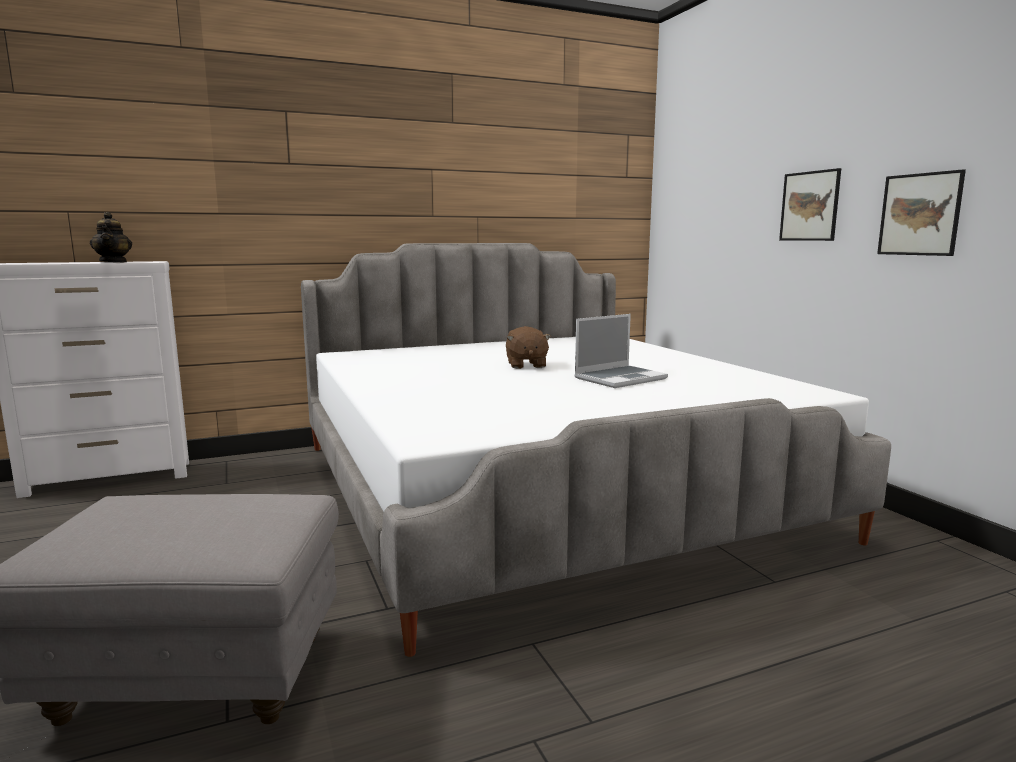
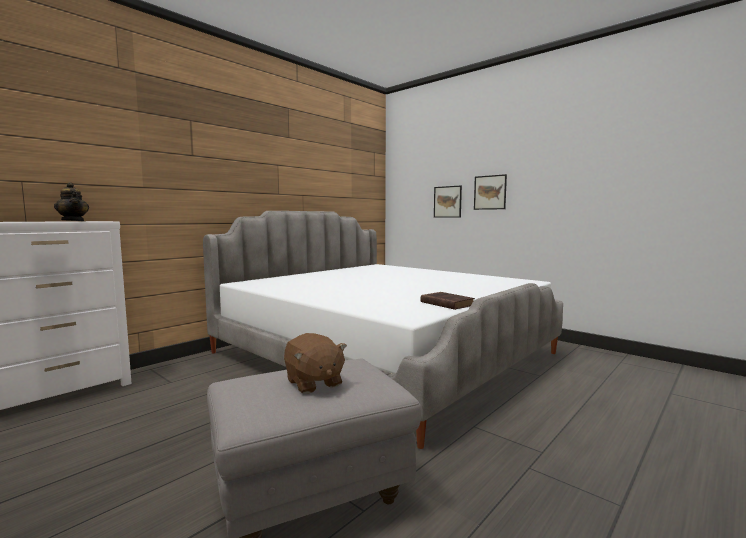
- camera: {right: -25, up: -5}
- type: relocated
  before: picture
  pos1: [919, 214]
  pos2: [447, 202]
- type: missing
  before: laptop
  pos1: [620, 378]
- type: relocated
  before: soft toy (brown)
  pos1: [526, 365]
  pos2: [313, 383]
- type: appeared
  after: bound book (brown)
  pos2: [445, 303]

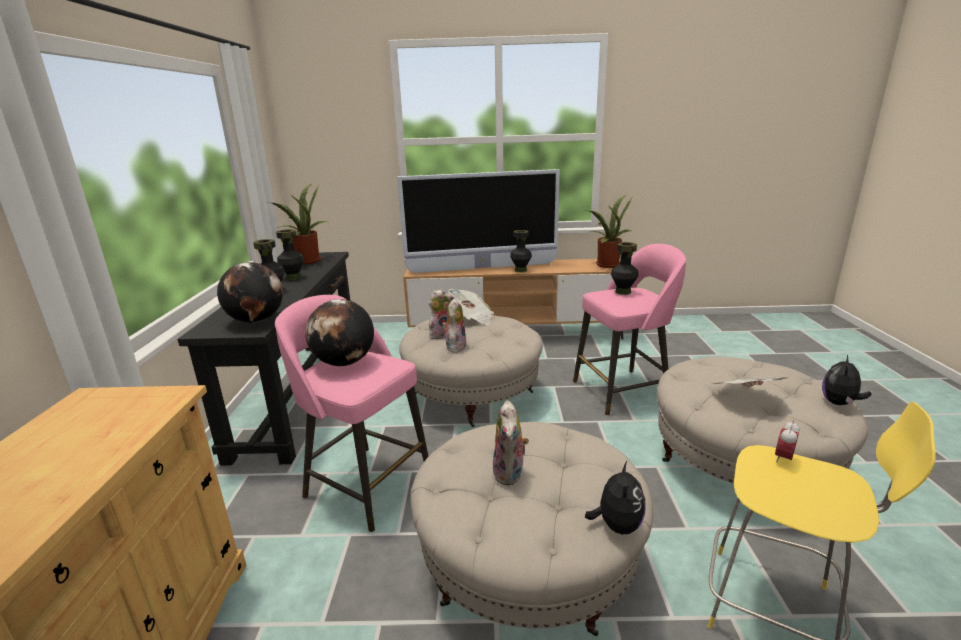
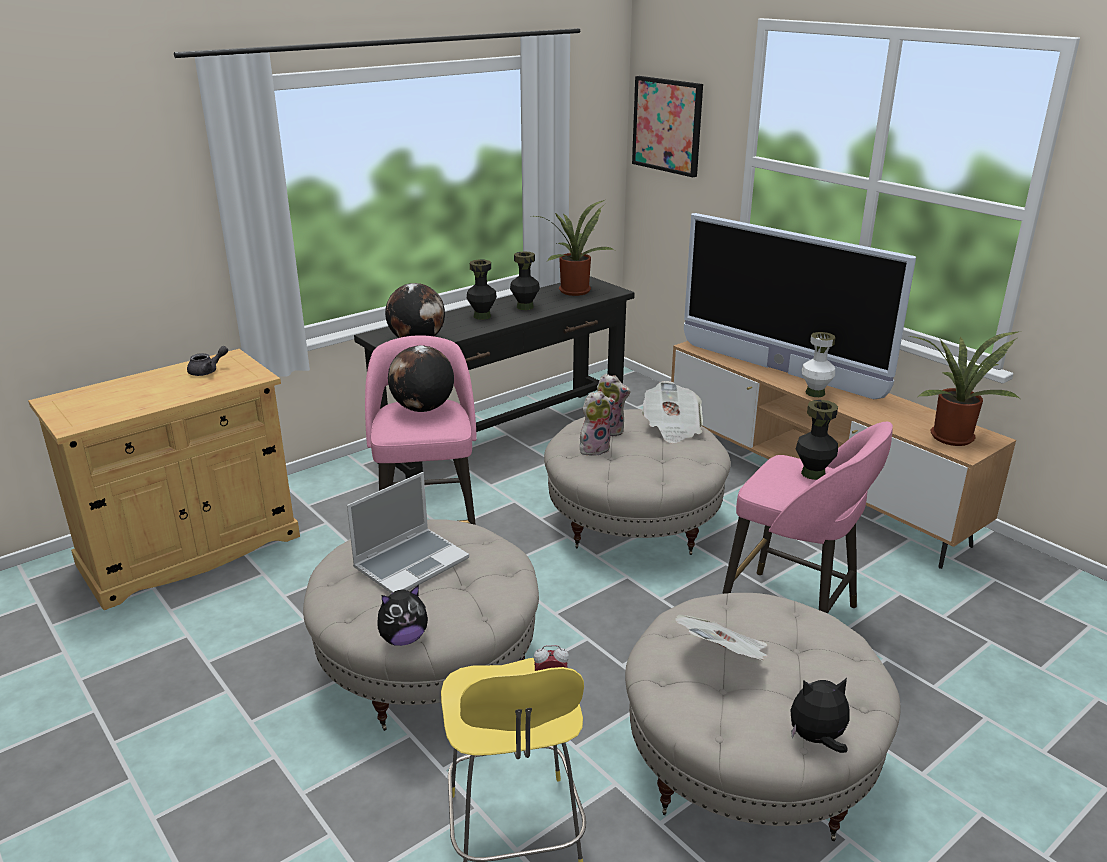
- camera: {right: 50, up: 5}
- type: colour
  before: decorative vase (blackish)
  after: decorative vase (white-coloured)
  pos1: [521, 270]
  pos2: [815, 393]
- type: exchanged
  before: soft toy
  after: laptop
  pos1: [510, 474]
  pos2: [411, 562]
- type: appeared
  after: picture
  pos2: [668, 125]
- type: appeared
  after: pot for tea (grey)
  pos2: [207, 371]

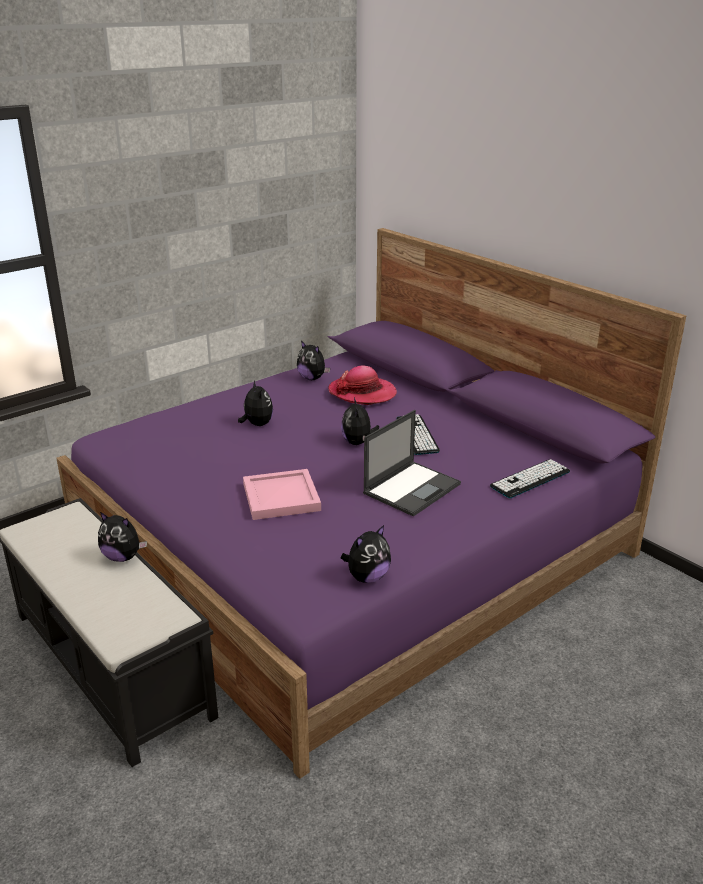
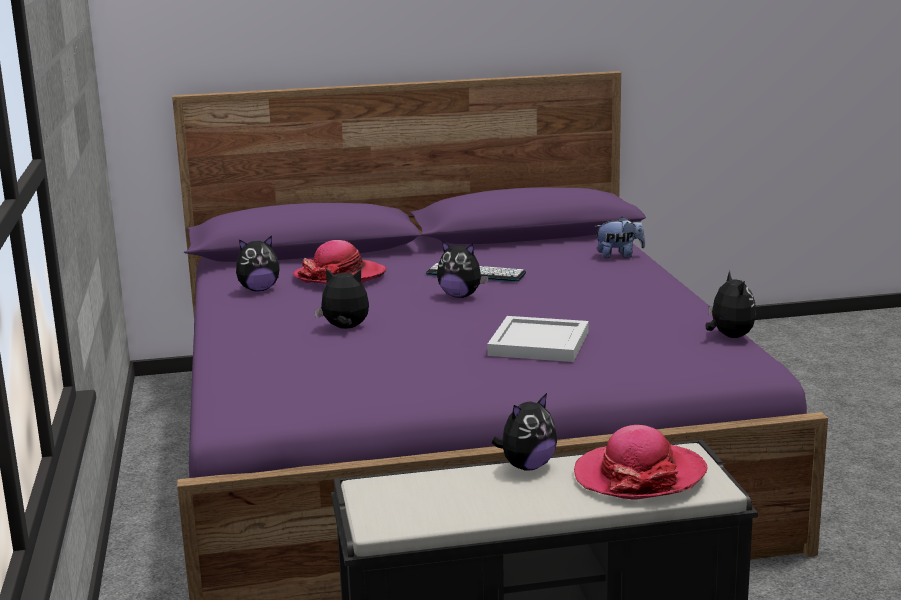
- camera: {right: -60, up: -10}
- type: missing
  before: laptop
  pos1: [412, 488]
- type: exchanged
  before: PC keyboard
  after: soft toy
  pos1: [530, 479]
  pos2: [619, 255]
- type: colour
  before: serving tray (pink-coloured)
  after: serving tray (white-coloured)
  pos1: [282, 496]
  pos2: [538, 343]
- type: appeared
  after: hat
  pos2: [639, 476]

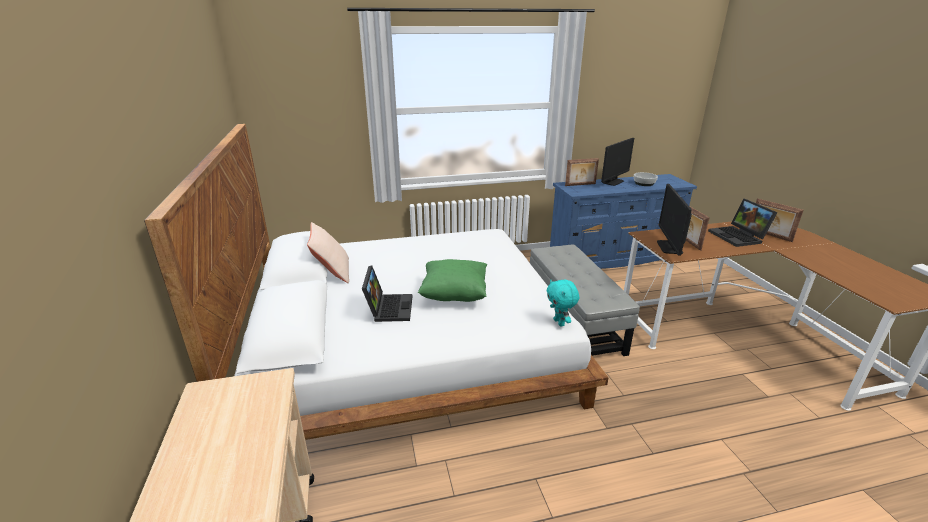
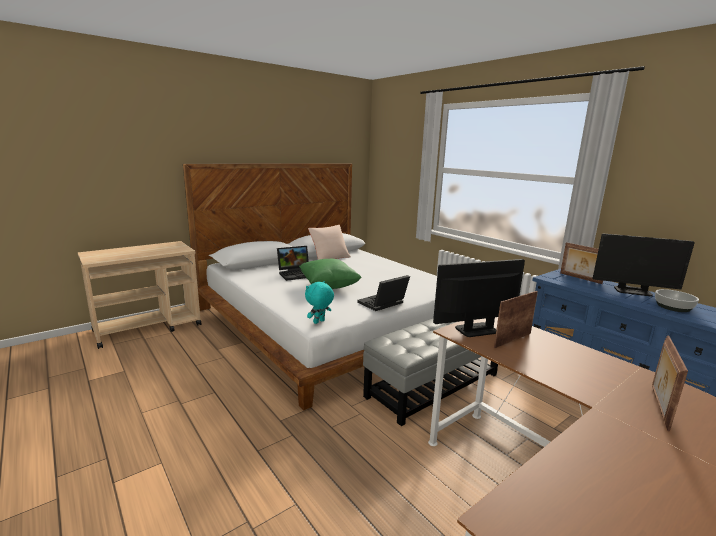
- camera: {right: 65, up: -10}
- type: relocated
  before: laptop
  pos1: [739, 237]
  pos2: [382, 304]

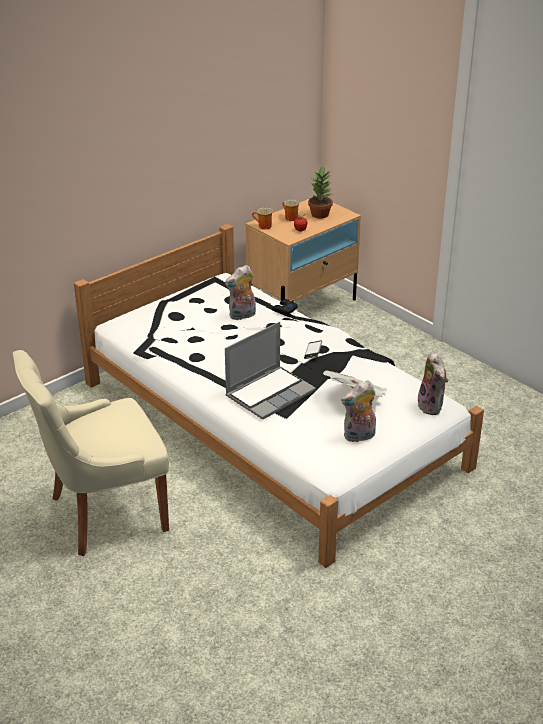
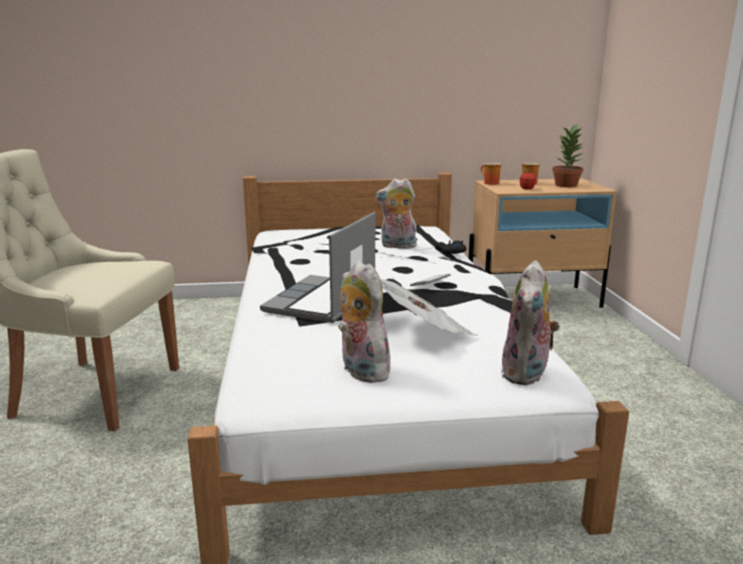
- camera: {right: 35, up: -15}
- type: spun
  before: laptop
  pos1: [270, 393]
  pos2: [322, 302]
  turn: 120
- type: spun
  before: soft toy
  pos1: [359, 436]
  pos2: [360, 371]
  turn: 45

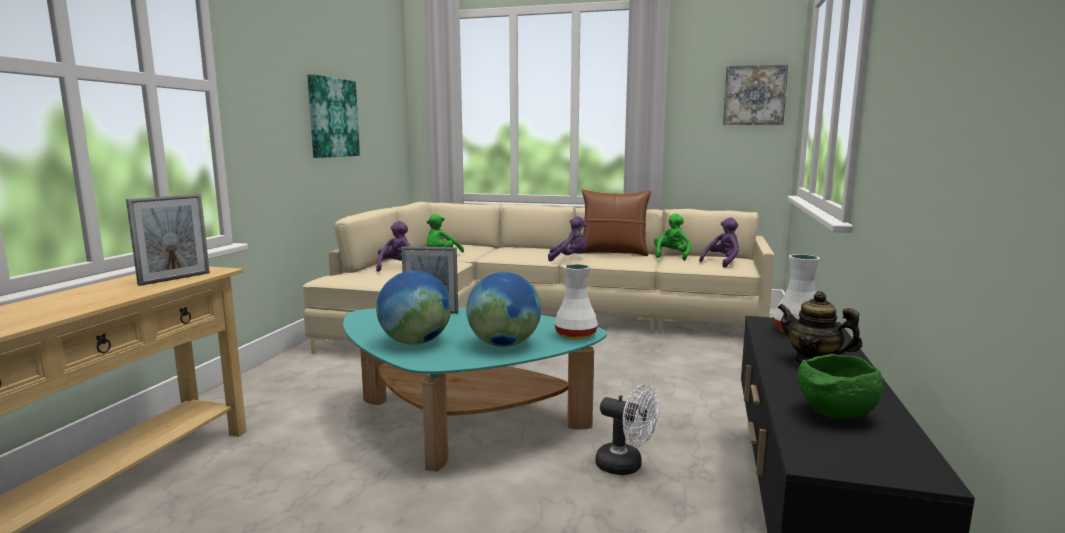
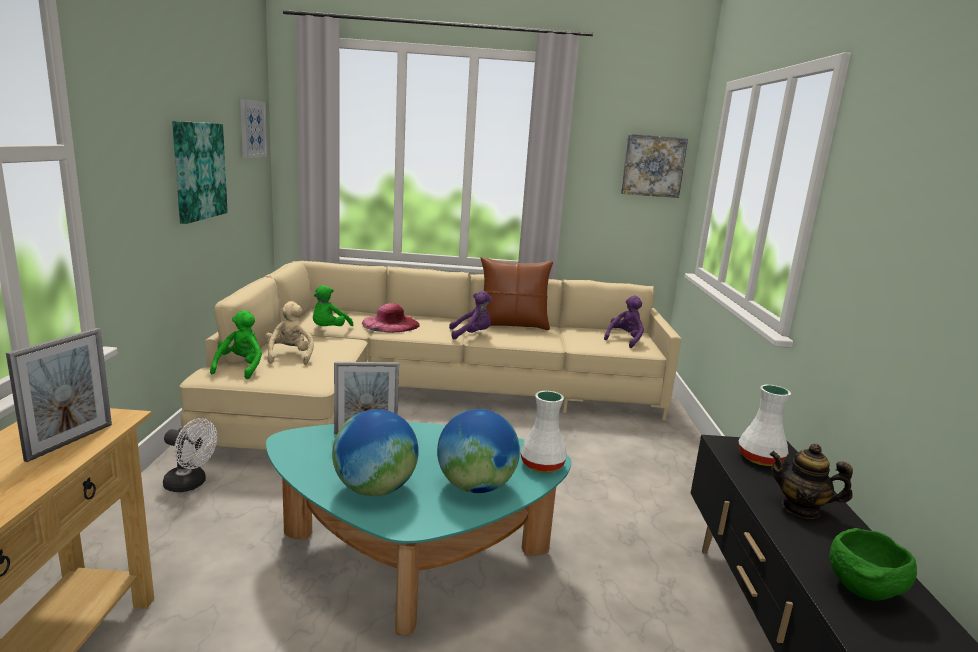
- camera: {right: -15, up: 5}
- type: relocated
  before: soft toy (green)
  pos1: [671, 256]
  pos2: [240, 368]
- type: colour
  before: soft toy (purple-coloured)
  after: soft toy (beige-coloured)
  pos1: [397, 269]
  pos2: [290, 356]
- type: relocated
  before: fan (white-coloured)
  pos1: [626, 466]
  pos2: [190, 484]
- type: appeared
  after: picture
  pos2: [252, 129]
- type: appeared
  after: hat (pink-coloured)
  pos2: [390, 323]

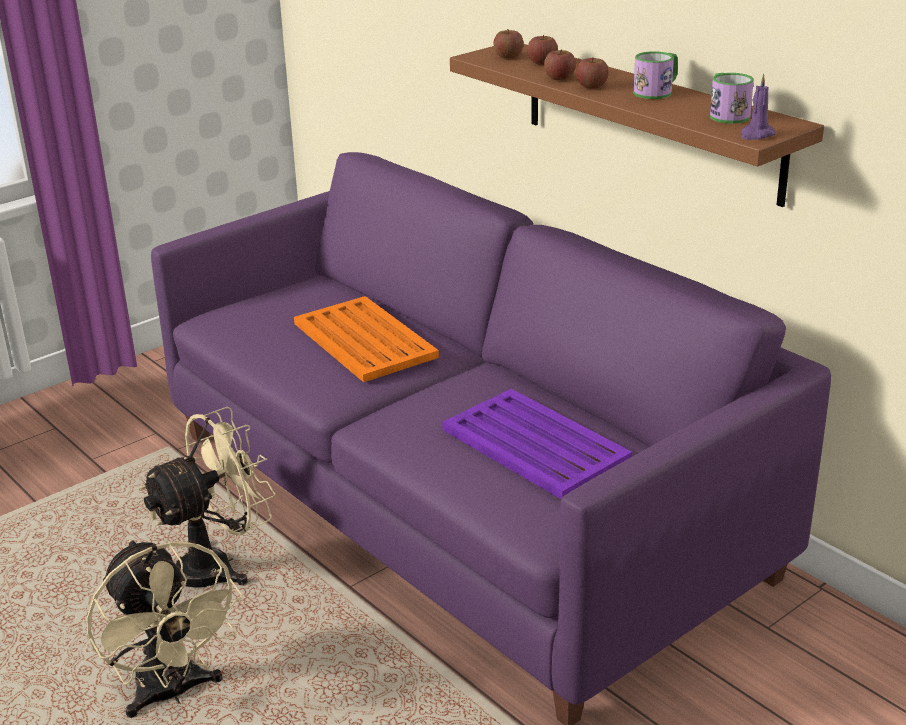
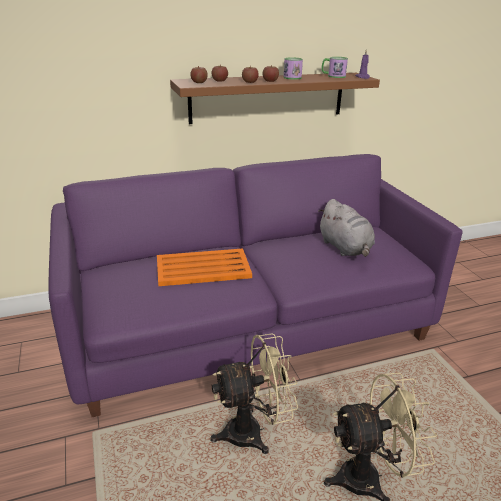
- camera: {right: -70, up: 0}
- type: exchanged
  before: serving tray (purple-coloured)
  after: soft toy (grey)
  pos1: [535, 445]
  pos2: [345, 248]
- type: spun
  before: fan (beige-coloured)
  pos1: [218, 567]
  pos2: [253, 432]
  turn: 90

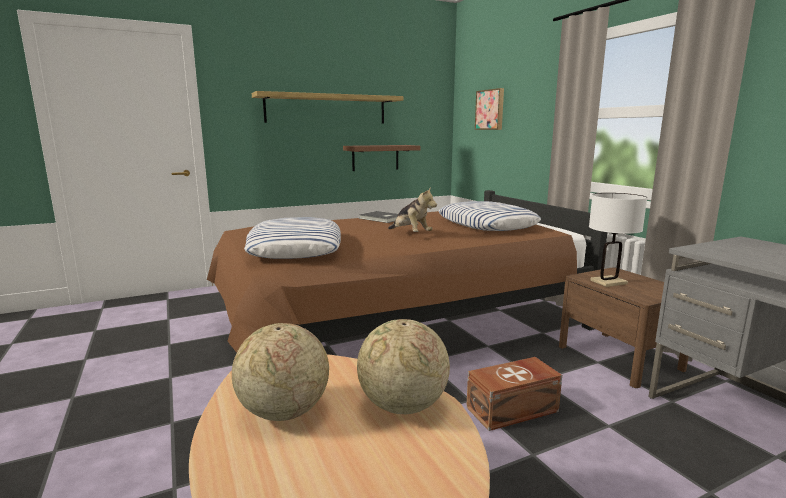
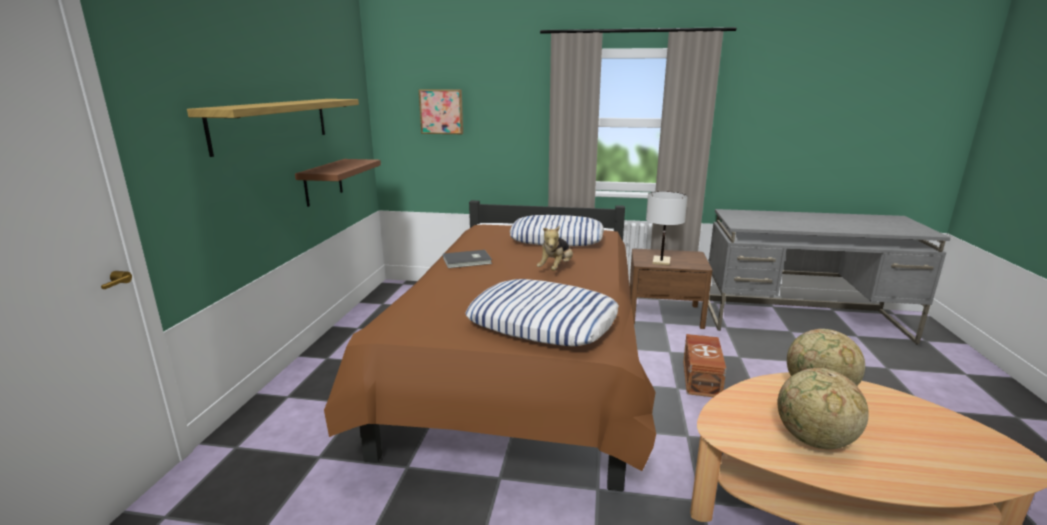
- camera: {right: -55, up: 5}
- type: spun
  before: soft toy
  pos1: [410, 234]
  pos2: [556, 268]
  turn: 120

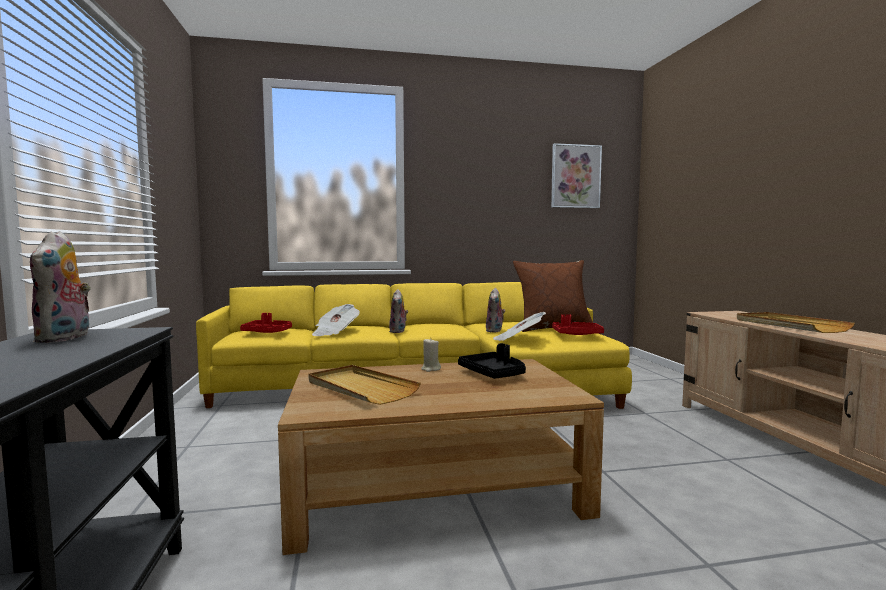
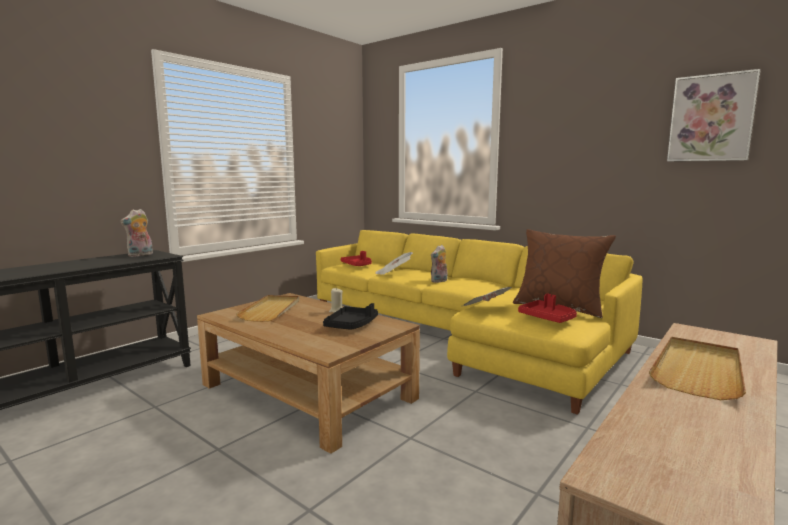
- camera: {right: 50, up: 5}
- type: missing
  before: soft toy
  pos1: [495, 331]

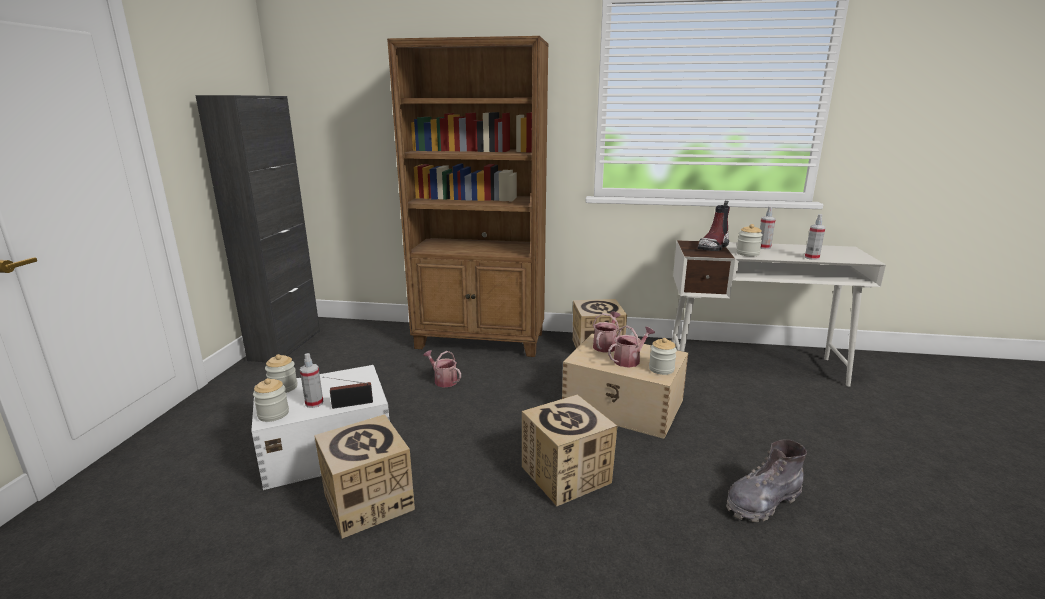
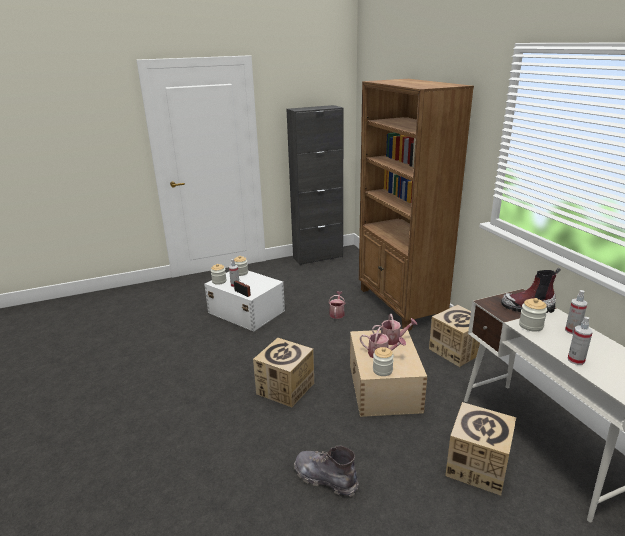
- camera: {right: 60, up: 5}
- type: relocated
  before: carton
  pos1: [368, 501]
  pos2: [477, 466]

